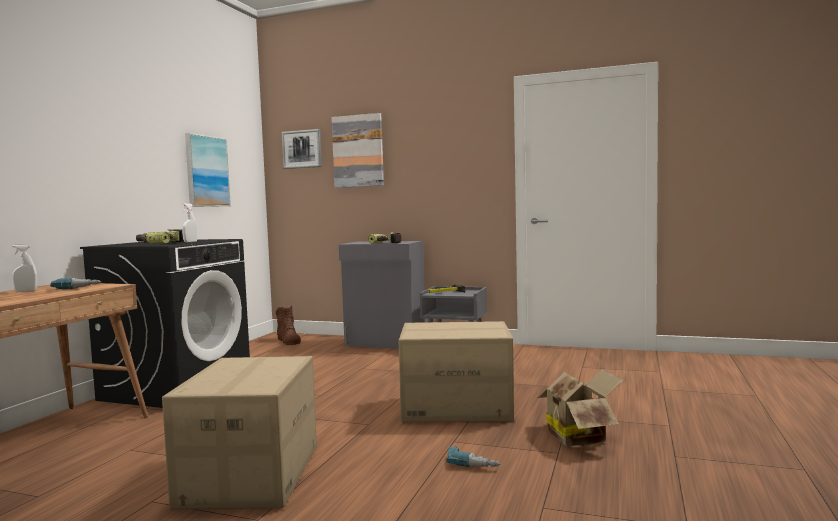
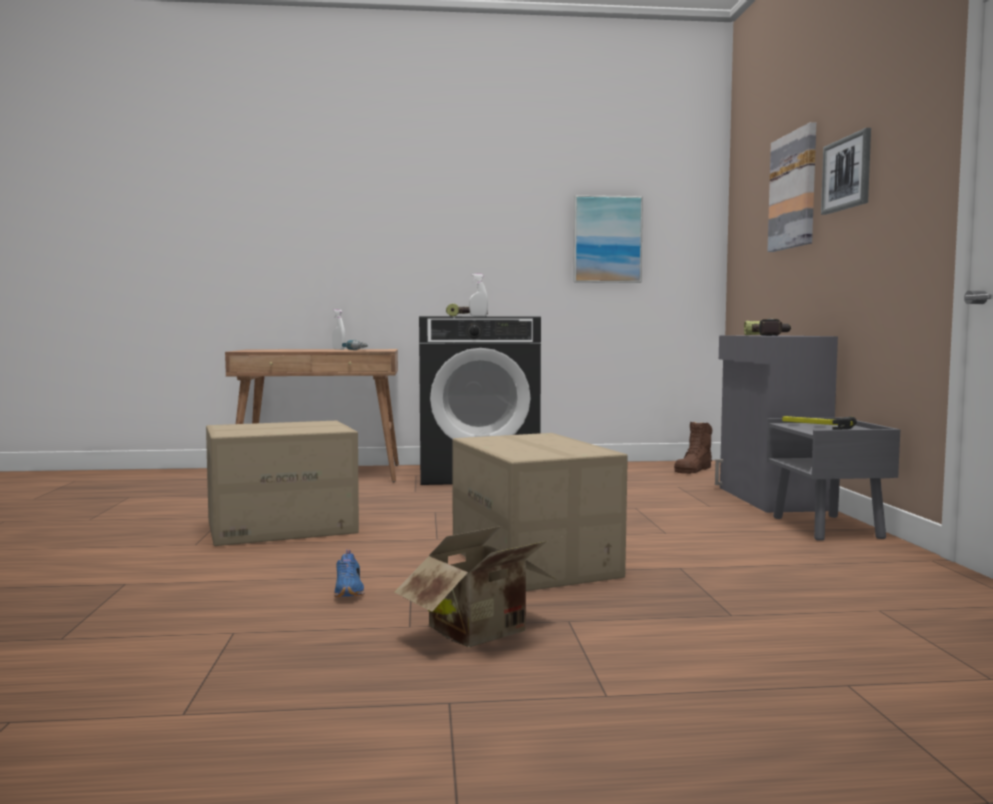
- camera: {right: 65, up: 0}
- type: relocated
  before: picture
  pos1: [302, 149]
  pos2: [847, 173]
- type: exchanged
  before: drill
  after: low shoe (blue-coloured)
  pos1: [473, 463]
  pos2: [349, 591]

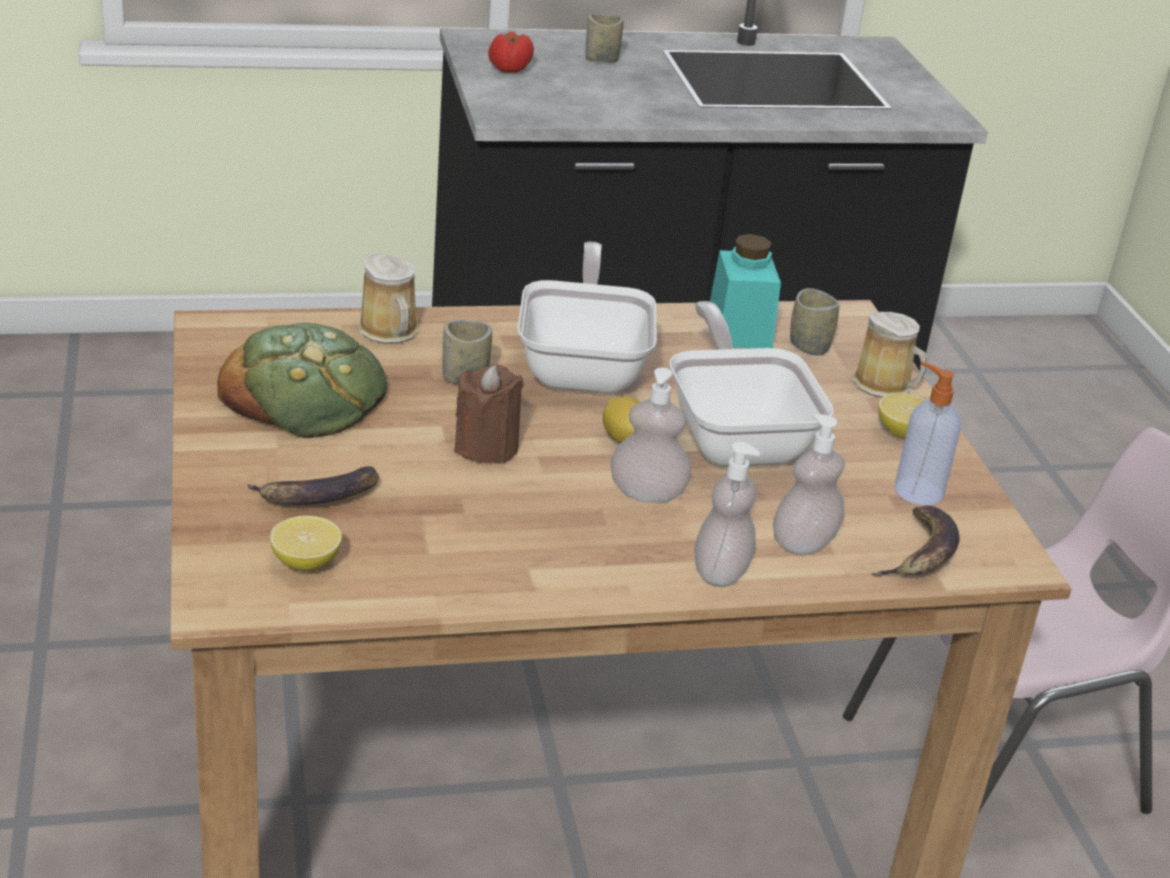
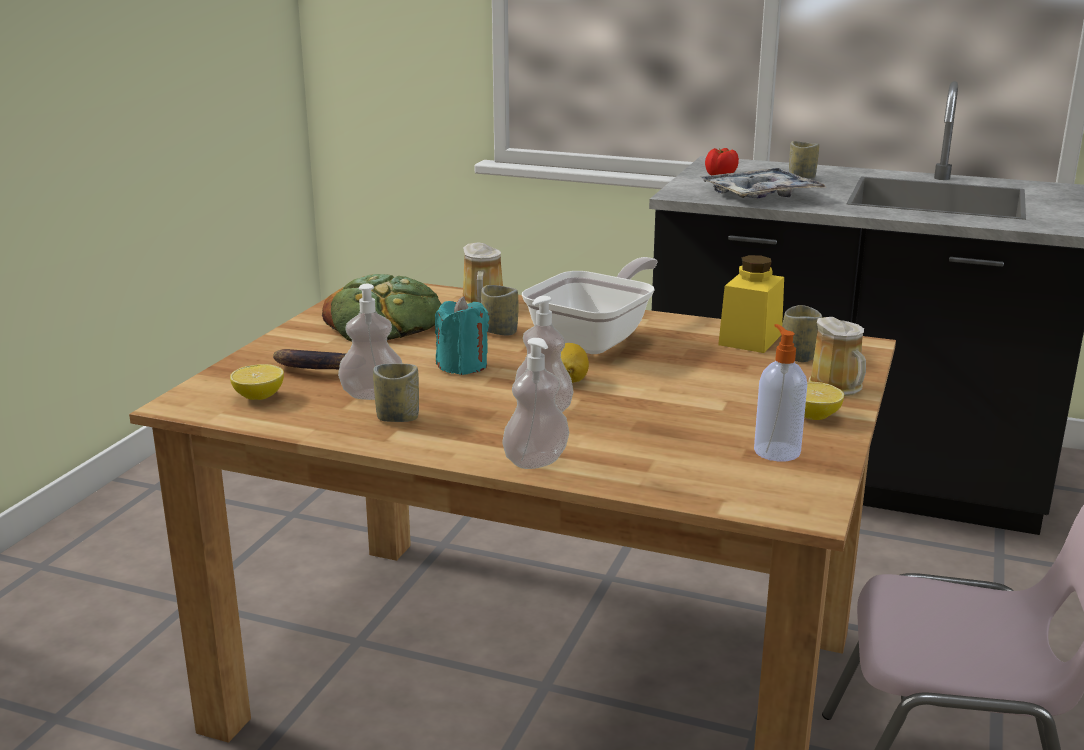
- camera: {right: 35, up: -10}
- type: colour
  before: jar (blue-green)
  after: jar (yellow-coloured)
  pos1: [739, 330]
  pos2: [750, 339]
- type: missing
  before: frying pan
  pos1: [736, 436]
- type: colour
  before: candle (brown)
  after: candle (blue-green)
  pos1: [486, 447]
  pos2: [462, 366]
- type: relocated
  before: liquid soap bottle
  pos1: [804, 543]
  pos2: [372, 395]
- type: missing
  before: whole banana
  pos1: [920, 553]
- type: appeared
  after: serving tray
  pos2: [760, 195]
- type: appeared
  after: cup
  pos2: [398, 417]

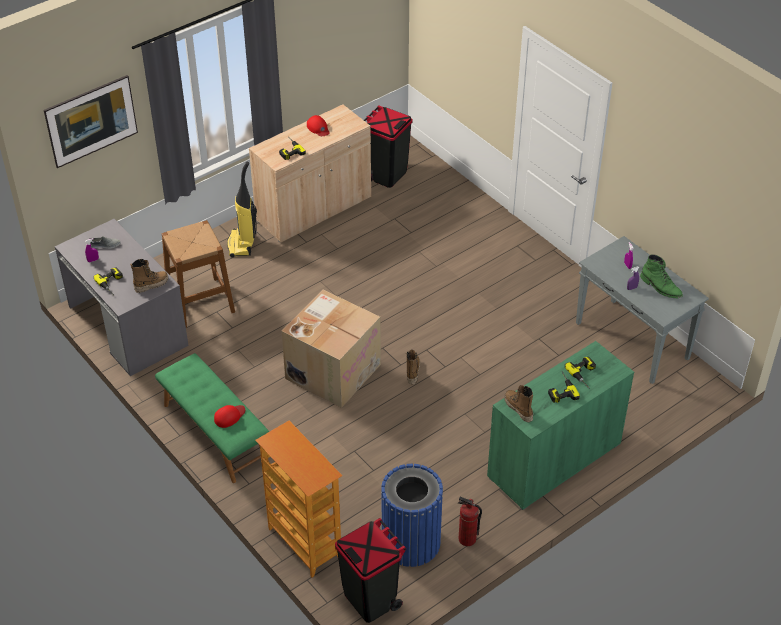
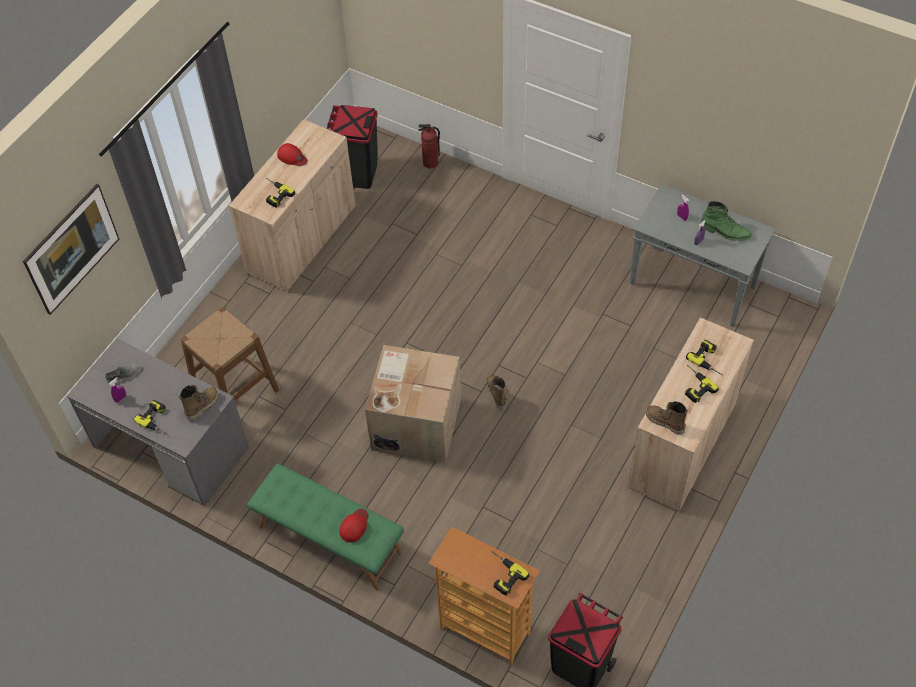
- camera: {right: -20, up: 10}
- type: missing
  before: hoover
  pos1: [242, 244]
- type: colour
  before: storage cabinet (green)
  after: storage cabinet (beige-coloured)
  pos1: [554, 460]
  pos2: [682, 445]
- type: missing
  before: waste bin (blue-coloured)
  pos1: [411, 542]
- type: relocated
  before: extinguisher
  pos1: [467, 539]
  pos2: [430, 163]
- type: appeared
  after: drill
  pos2: [502, 574]

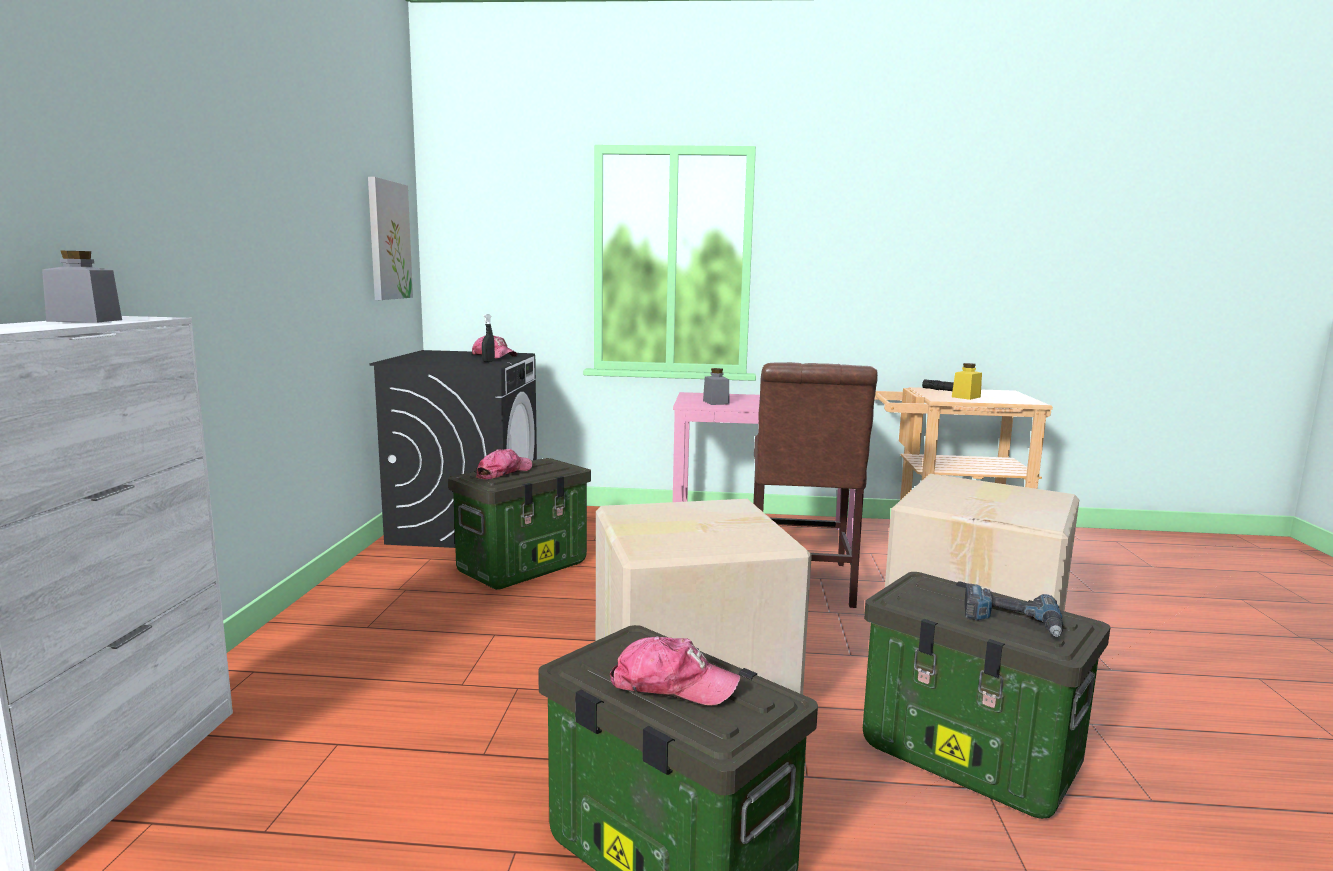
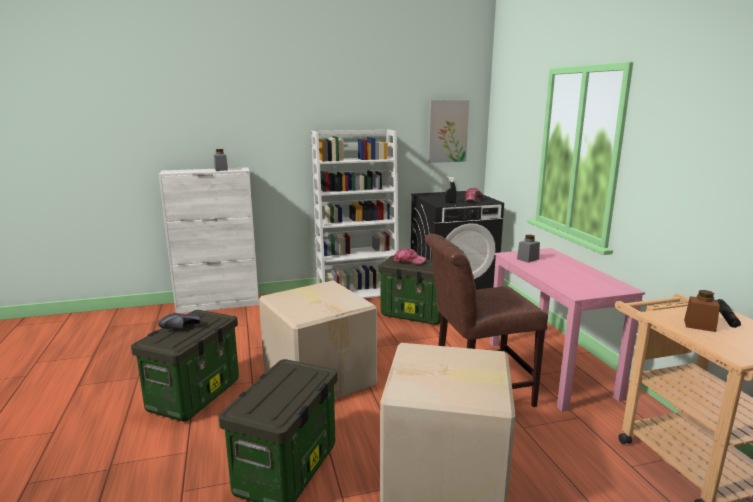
- camera: {right: 70, up: 5}
- type: colour
  before: jar (yellow-coloured)
  after: jar (brown)
  pos1: [966, 397]
  pos2: [699, 325]
- type: missing
  before: drill
  pos1: [1012, 621]
- type: exchanged
  before: baseball cap
  after: low shoe (blackish)
  pos1: [672, 685]
  pos2: [182, 329]
- type: appeared
  after: bookshelf (white-coloured)
  pos2: [358, 292]

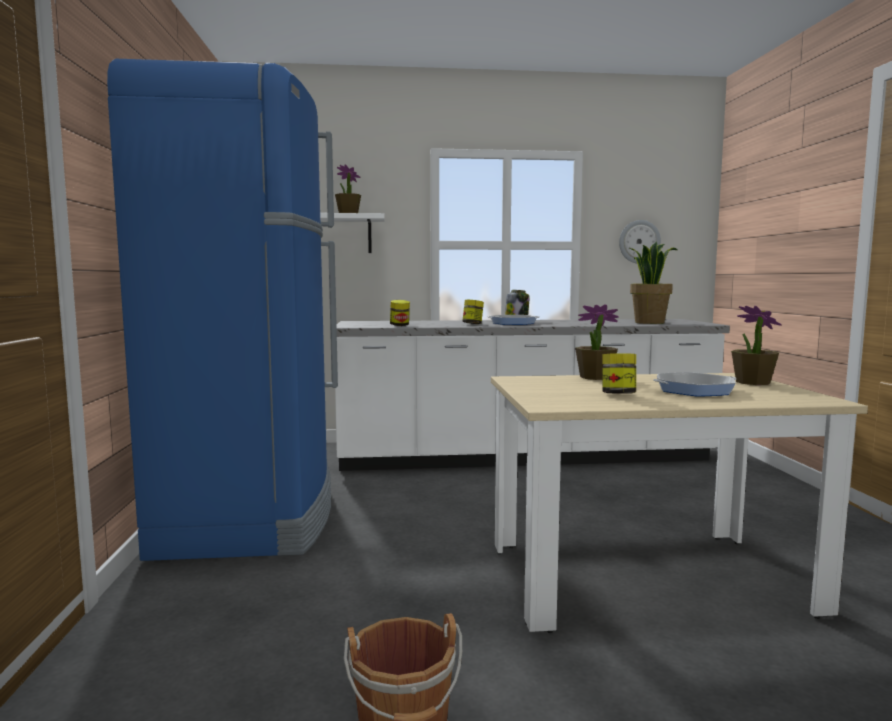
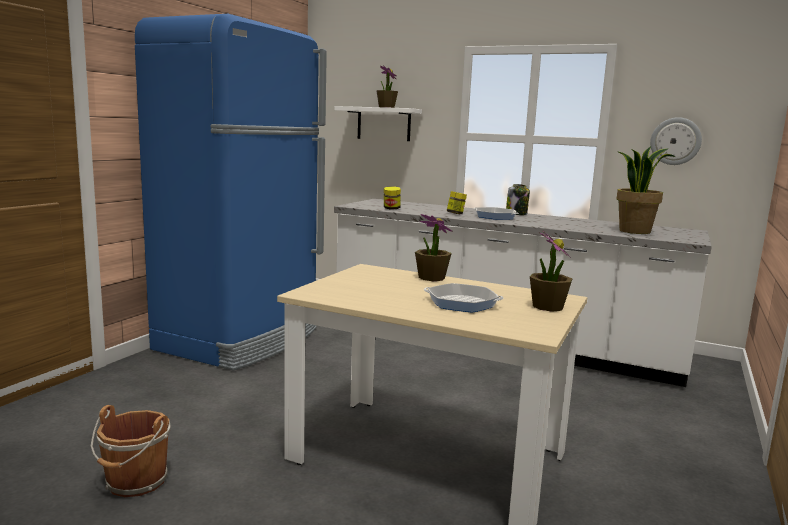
- camera: {right: 30, up: 5}
- type: missing
  before: jar
  pos1: [618, 394]

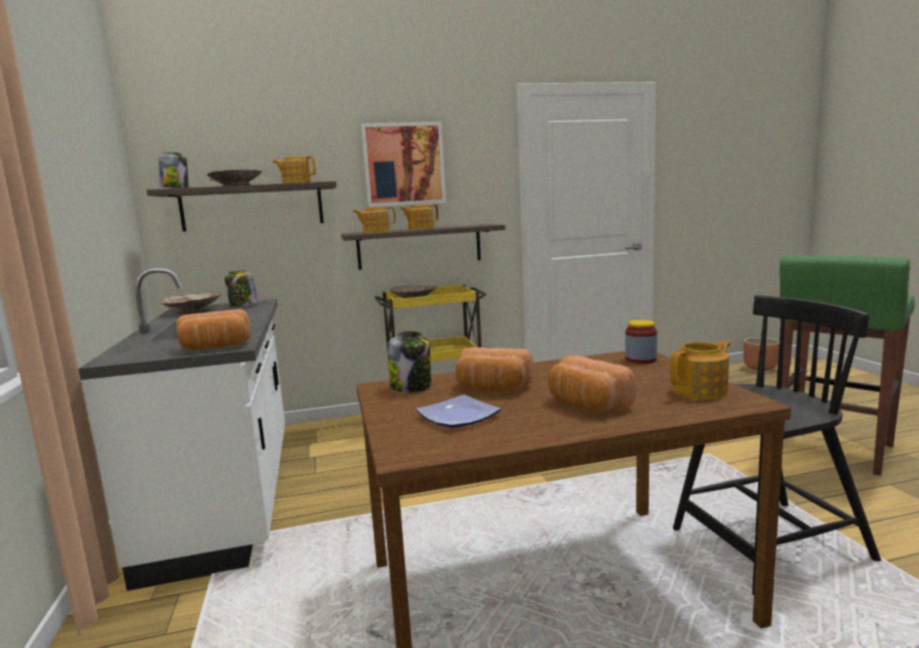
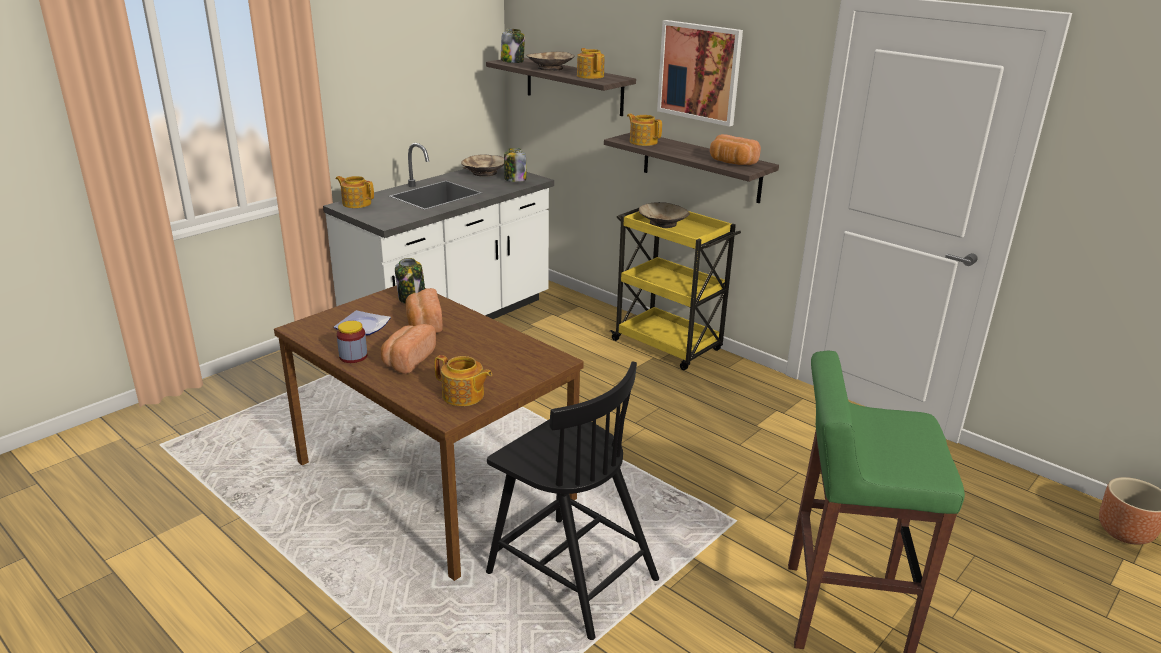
- camera: {right: 55, up: 15}
- type: relocated
  before: pot for tea
  pos1: [420, 229]
  pos2: [356, 203]
- type: relocated
  before: bread
  pos1: [215, 347]
  pos2: [731, 162]
- type: relocated
  before: jar
  pos1: [640, 359]
  pos2: [353, 356]

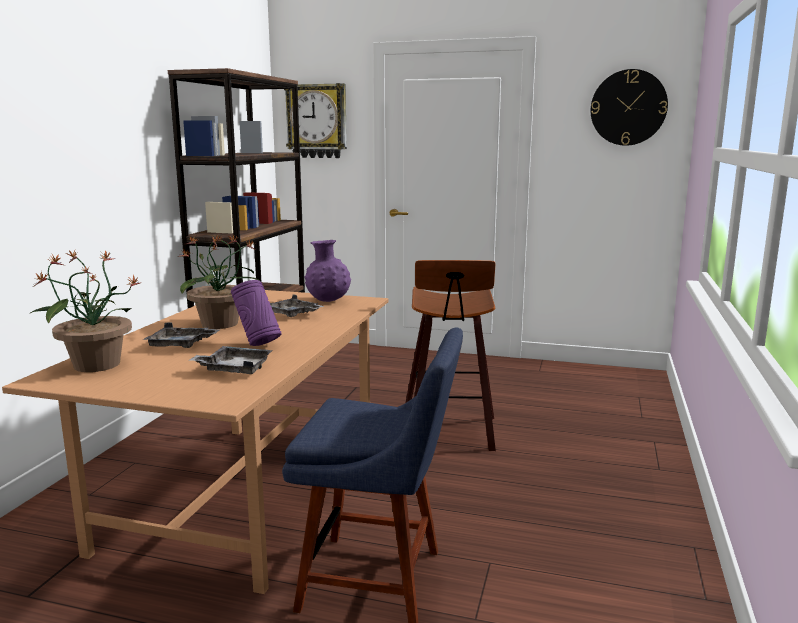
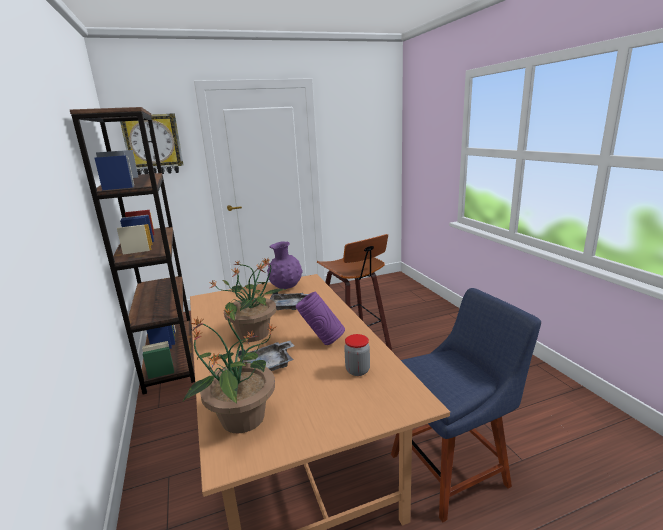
- camera: {right: -35, up: 5}
- type: missing
  before: clock on the wall
  pos1: [628, 107]
- type: exchanged
  before: serving tray (grey)
  after: jar
  pos1: [234, 369]
  pos2: [357, 370]

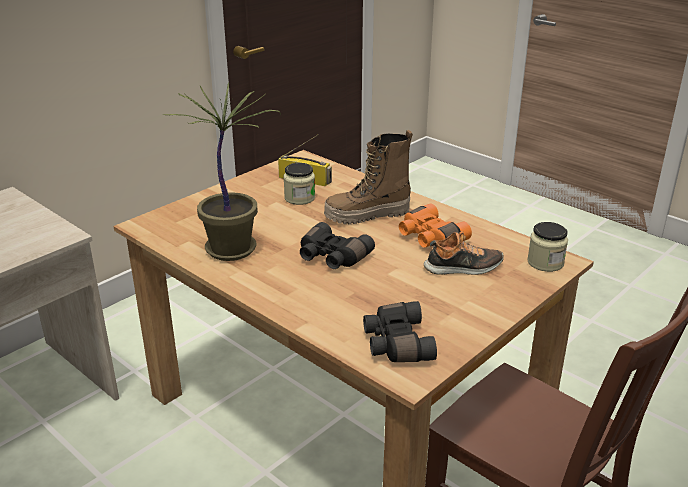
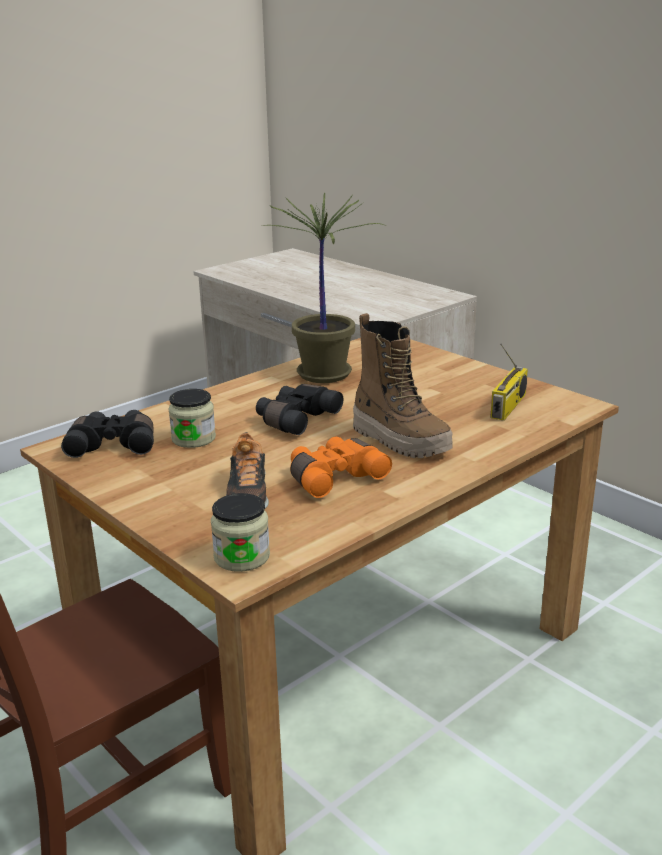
- camera: {right: 95, up: -5}
- type: spun
  before: boot
  pos1: [367, 216]
  pos2: [400, 441]
  turn: 150
- type: relocated
  before: jar
  pos1: [299, 198]
  pos2: [193, 438]

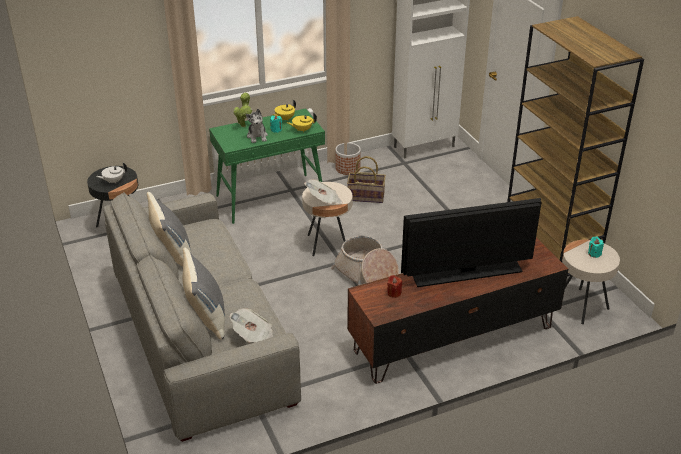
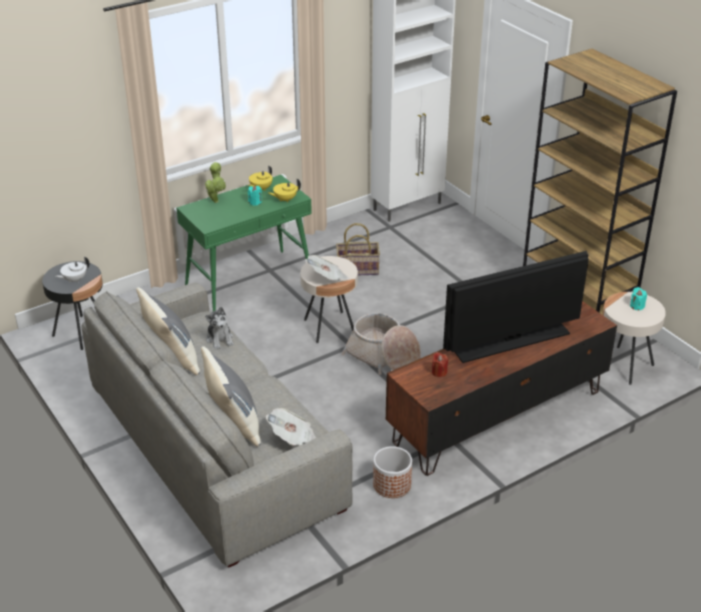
- camera: {right: -10, up: 0}
- type: relocated
  before: soft toy
  pos1: [257, 136]
  pos2: [220, 339]
- type: relocated
  before: flower pot
  pos1: [347, 168]
  pos2: [391, 484]

